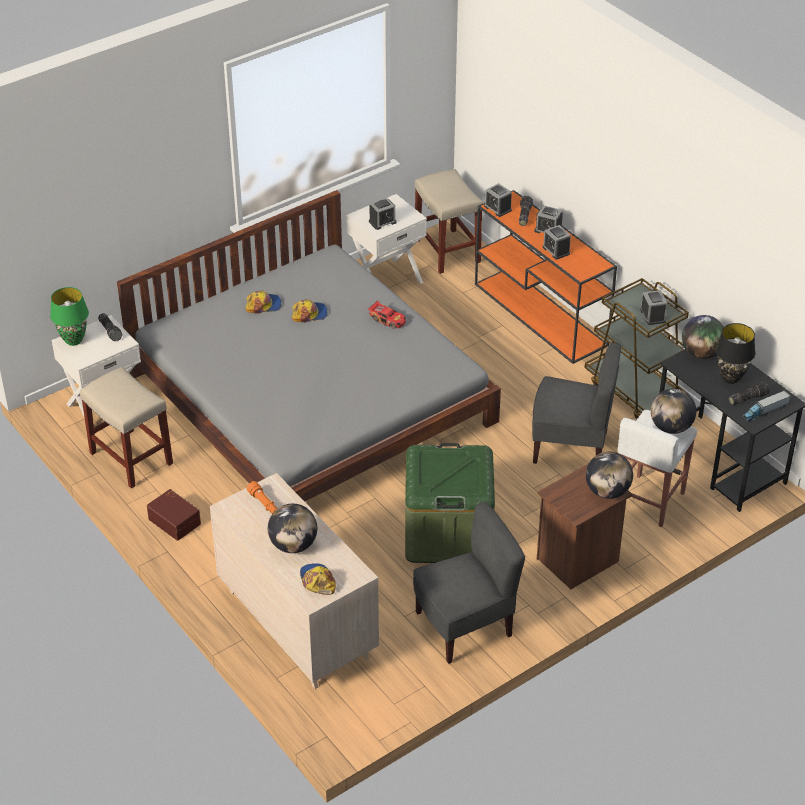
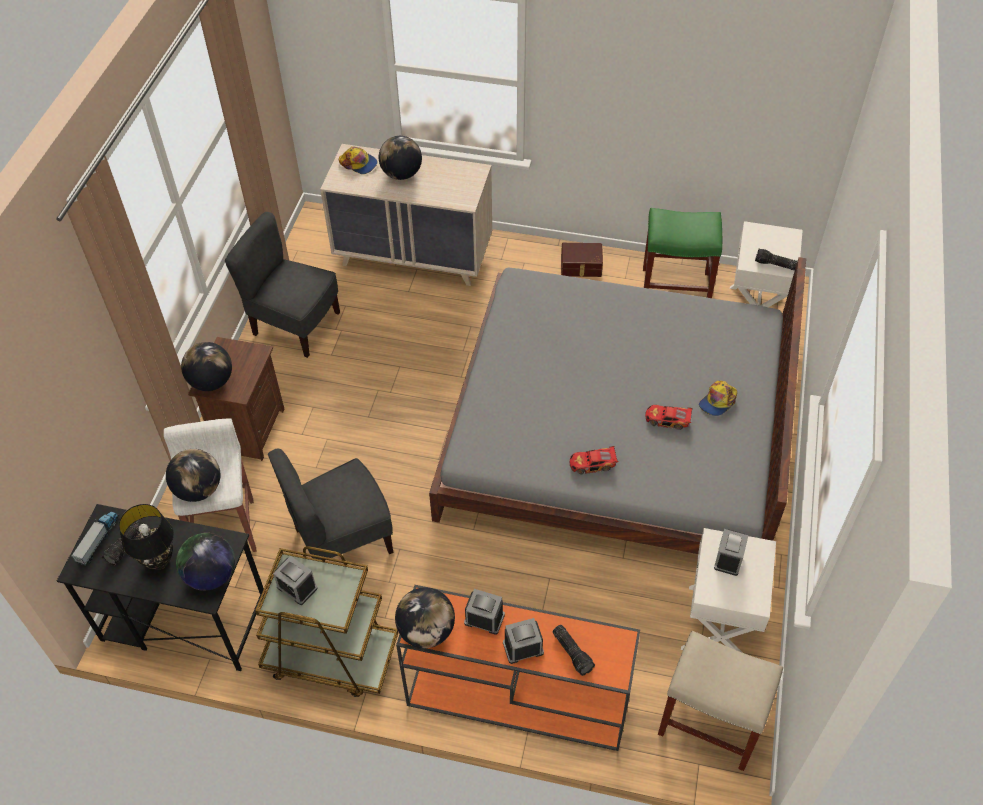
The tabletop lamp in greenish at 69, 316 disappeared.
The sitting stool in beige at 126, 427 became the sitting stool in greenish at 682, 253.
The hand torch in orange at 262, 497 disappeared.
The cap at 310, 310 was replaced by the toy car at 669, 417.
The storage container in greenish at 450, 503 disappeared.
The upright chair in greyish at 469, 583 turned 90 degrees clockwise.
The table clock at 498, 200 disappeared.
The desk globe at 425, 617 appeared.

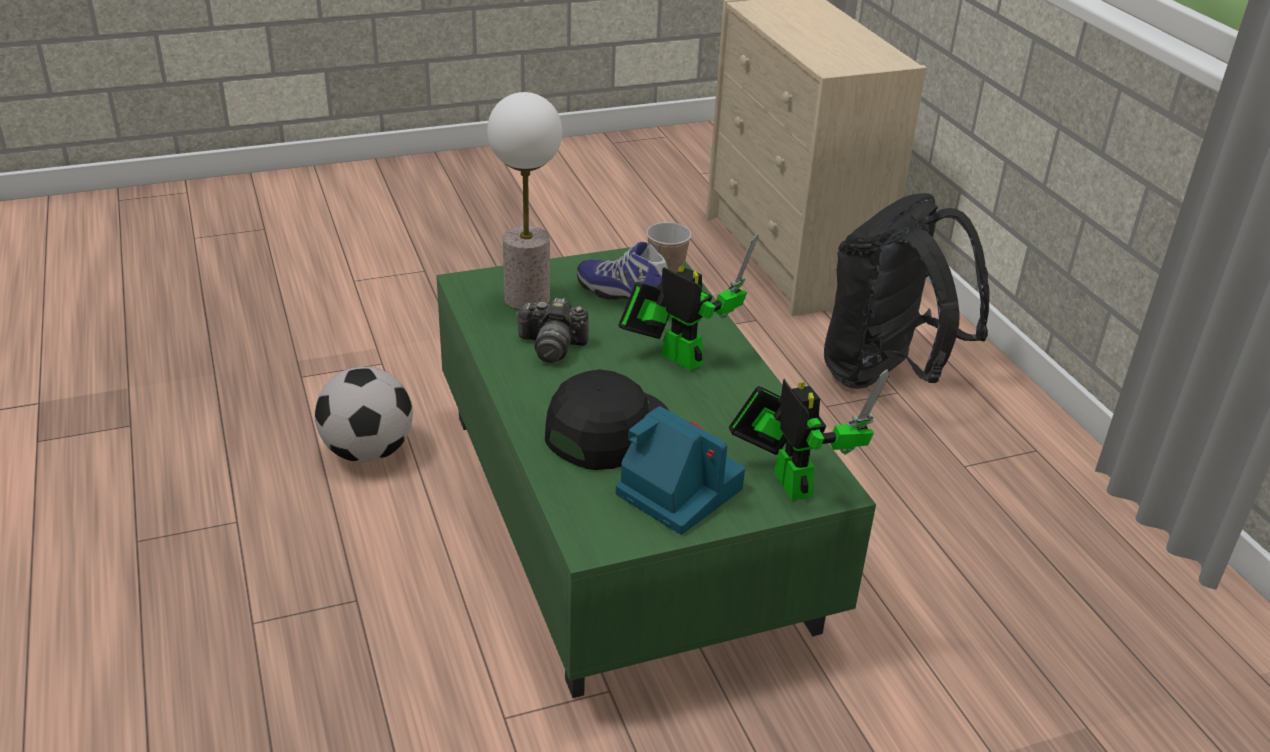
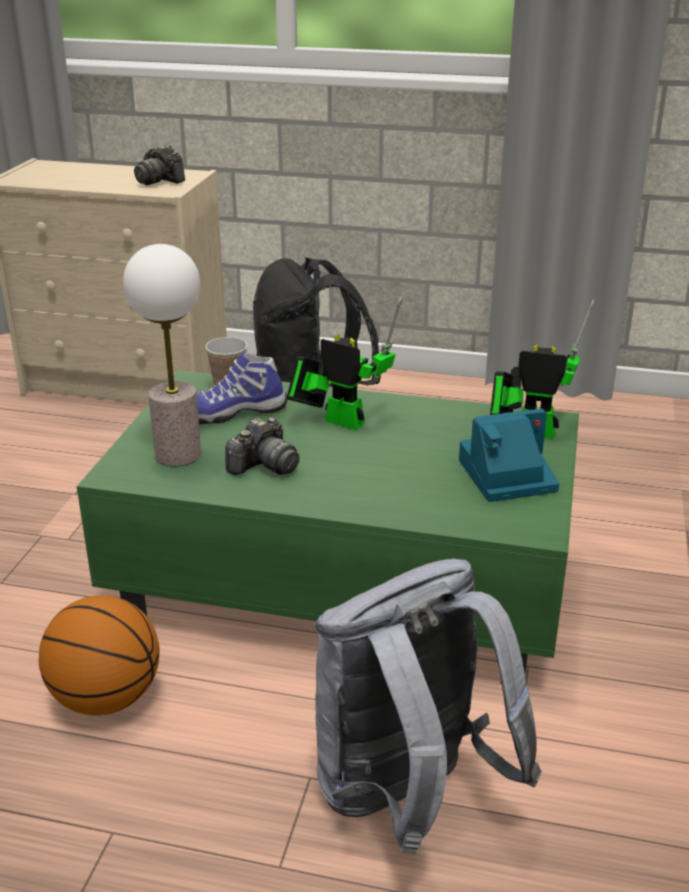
The football ball at 364, 414 was replaced by the basketball at 99, 655.
The cap in black-coloured at 607, 419 disappeared.
The toy robot at 688, 302 turned 45 degrees clockwise.
The photo camera at 159, 165 appeared.
The backpack in greyish at 428, 706 appeared.

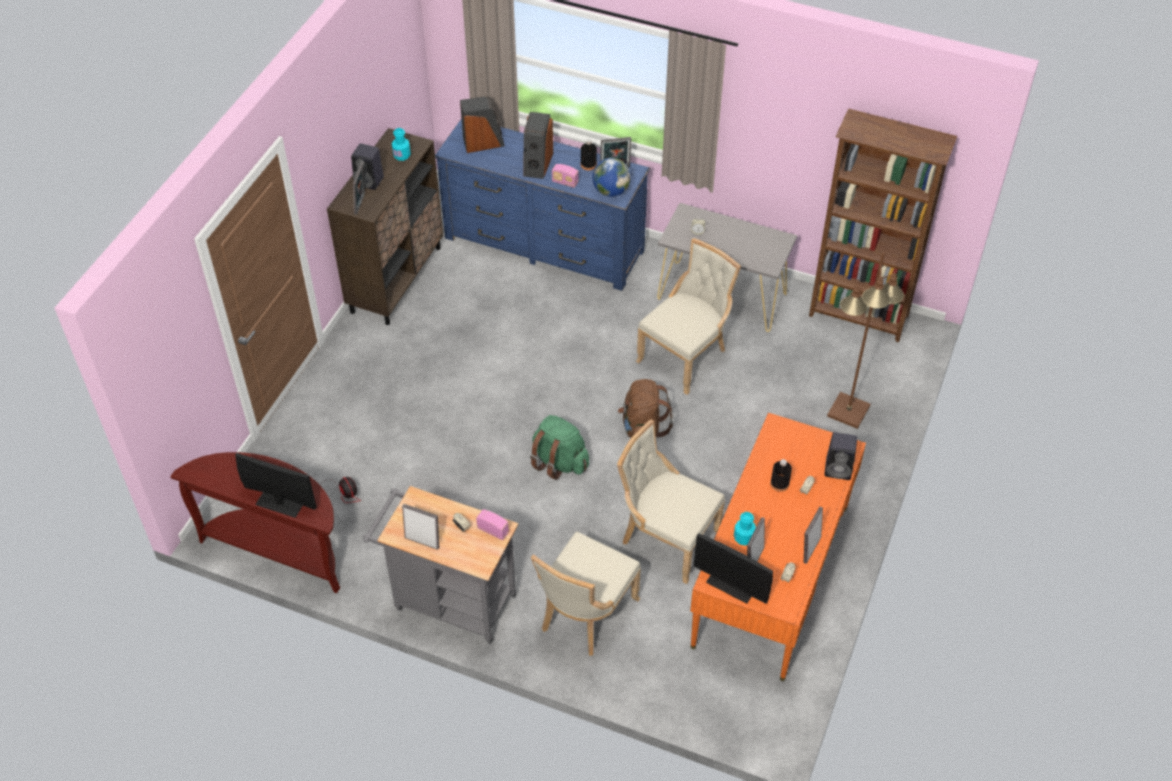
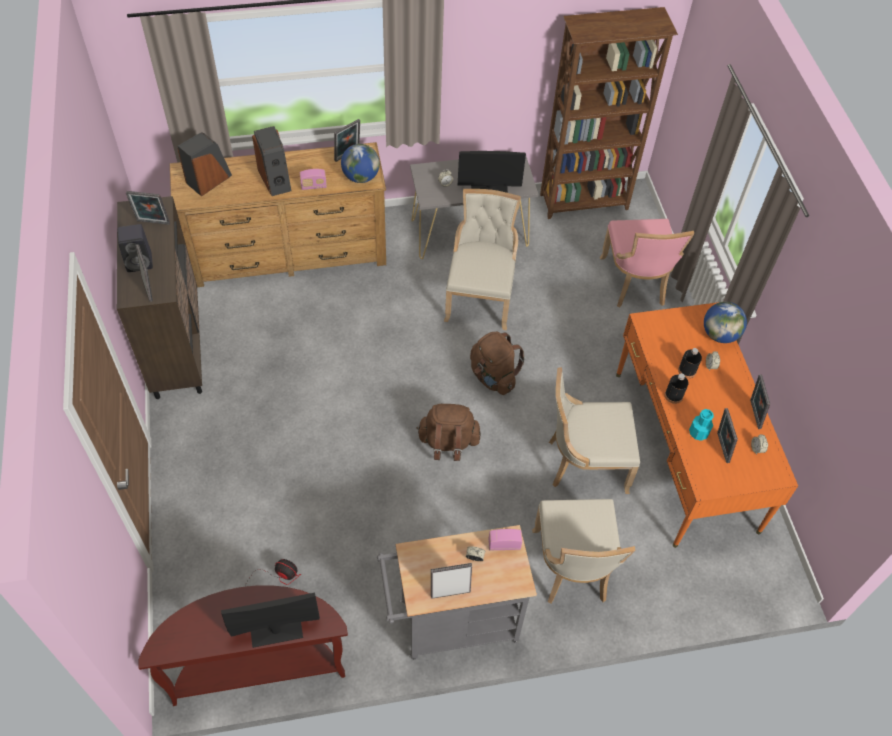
The bottle in turquoise at 401, 144 was replaced by the photo frame at 148, 208.
The drawer chest in blue at 542, 205 became the drawer chest in brownish at 278, 214.
The backpack in greenish at 559, 447 became the backpack in brownish at 449, 432.
The bottle in black-coloured moved from 589, 154 to 677, 388.
The computer display moved from 733, 568 to 492, 172.
The loudspeaker in black-coloured at 840, 456 was replaced by the desk globe at 725, 322.
The standard lamp in brownish at 865, 340 was replaced by the upright chair in pink-coloured at 647, 263.

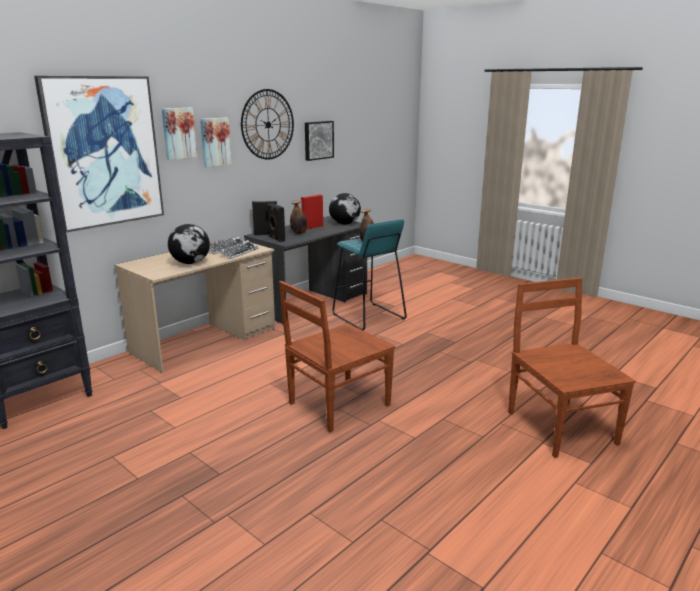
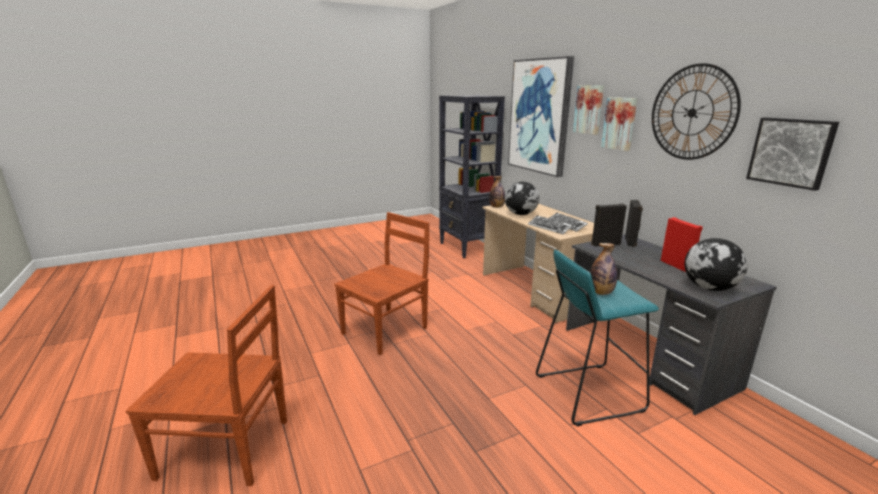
The upright chair in brownish at 337, 356 turned 60 degrees clockwise.
The bottle moved from 298, 217 to 497, 192.

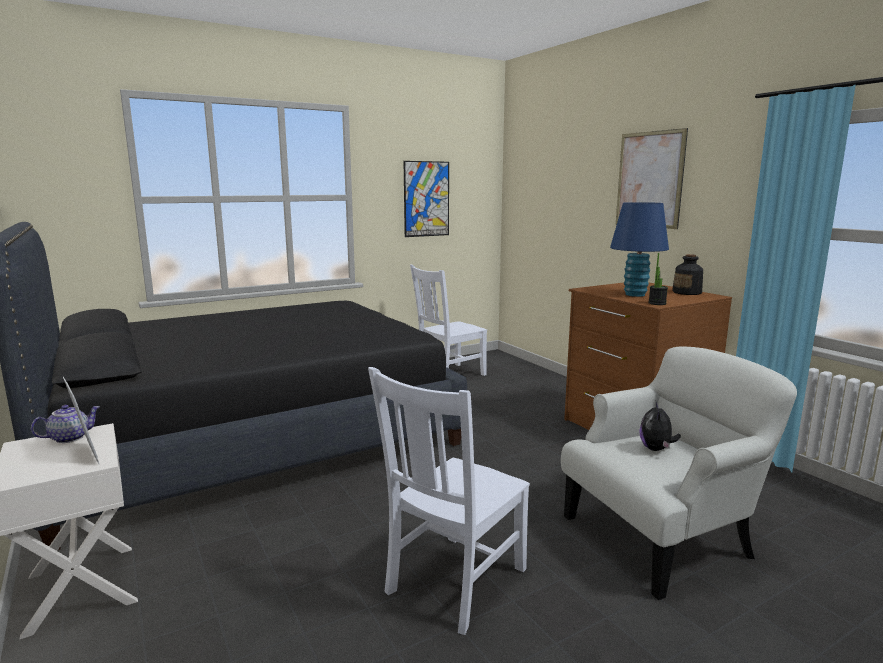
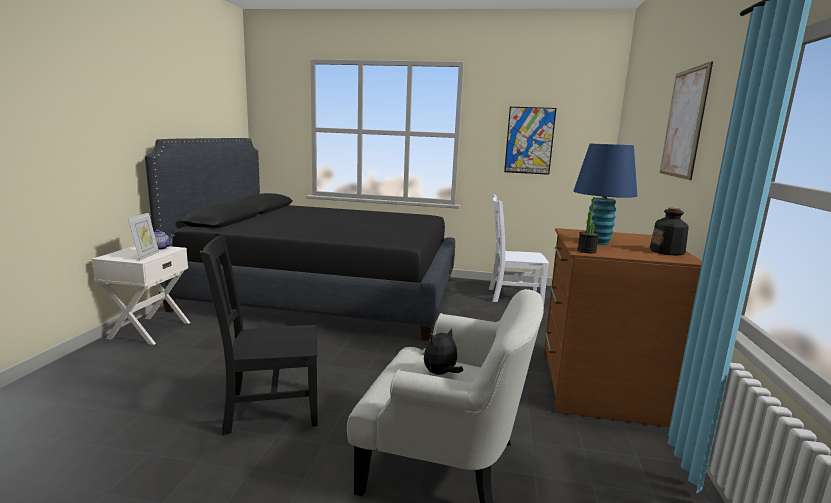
The upright chair in whitish at 449, 501 became the upright chair in black-coloured at 259, 333.

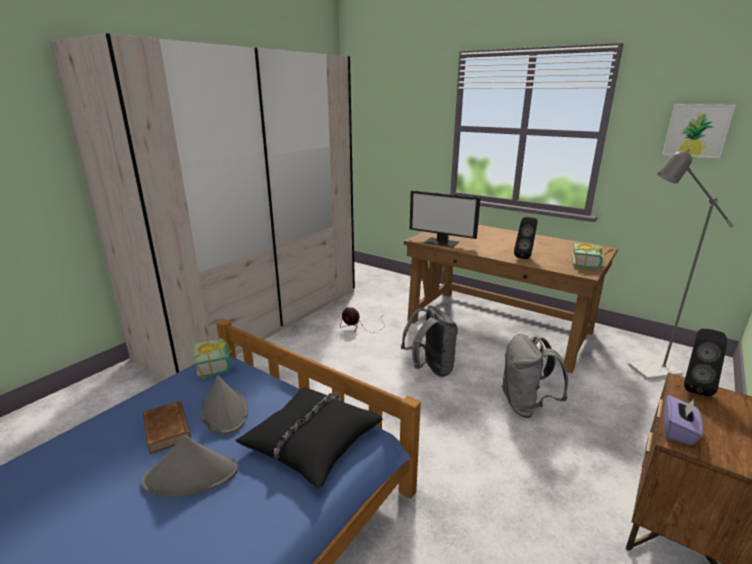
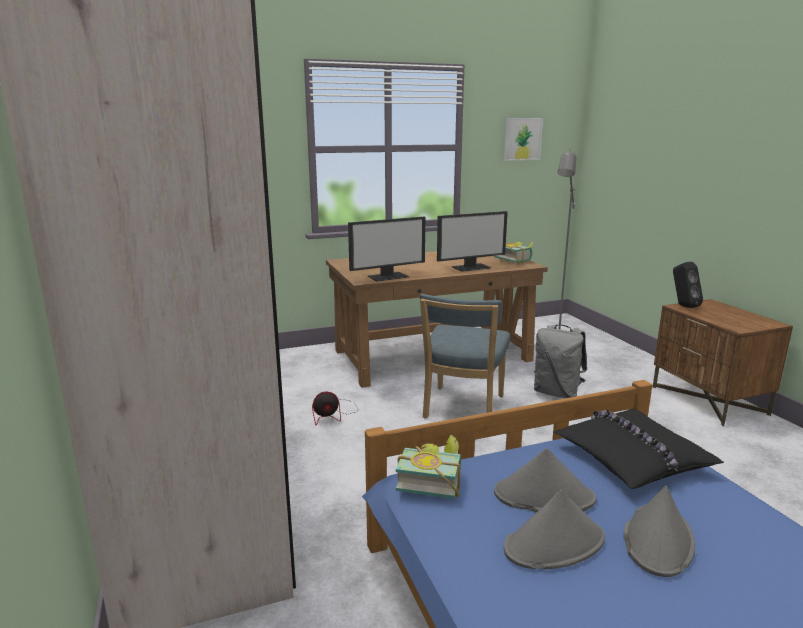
The bound book in brownish at 166, 427 was replaced by the clothing hat in greyish at 554, 529.
The backpack in greyish at 429, 341 was replaced by the upright chair in blue at 465, 356.
The loudspeaker in black-coloured at 526, 238 was replaced by the computer display at 472, 241.
The tissue holder in purple at 683, 420 disappeared.

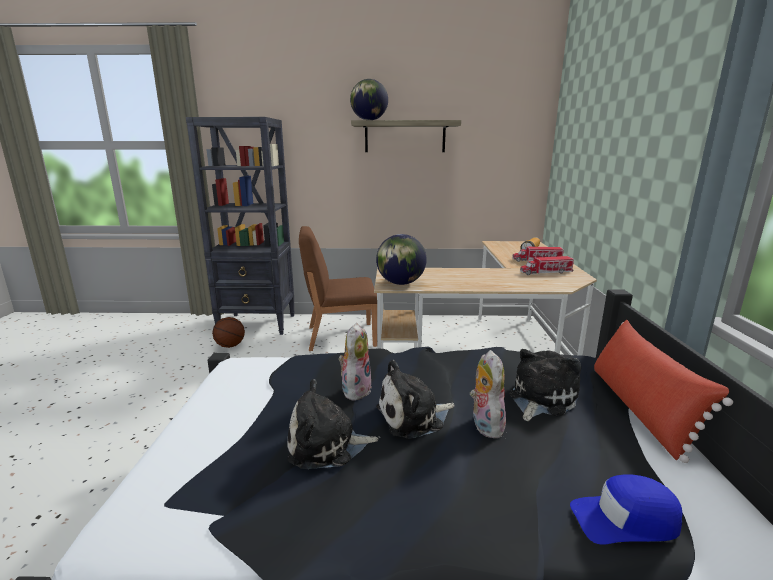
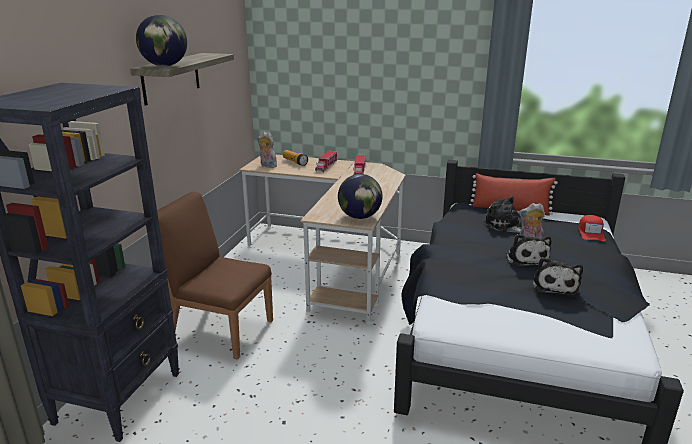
The basketball at 228, 332 disappeared.
The upright chair in brownish at 338, 288 turned 105 degrees clockwise.
The plush toy moved from 355, 362 to 268, 150.
The cap in blue at 626, 509 became the cap in red at 592, 228.

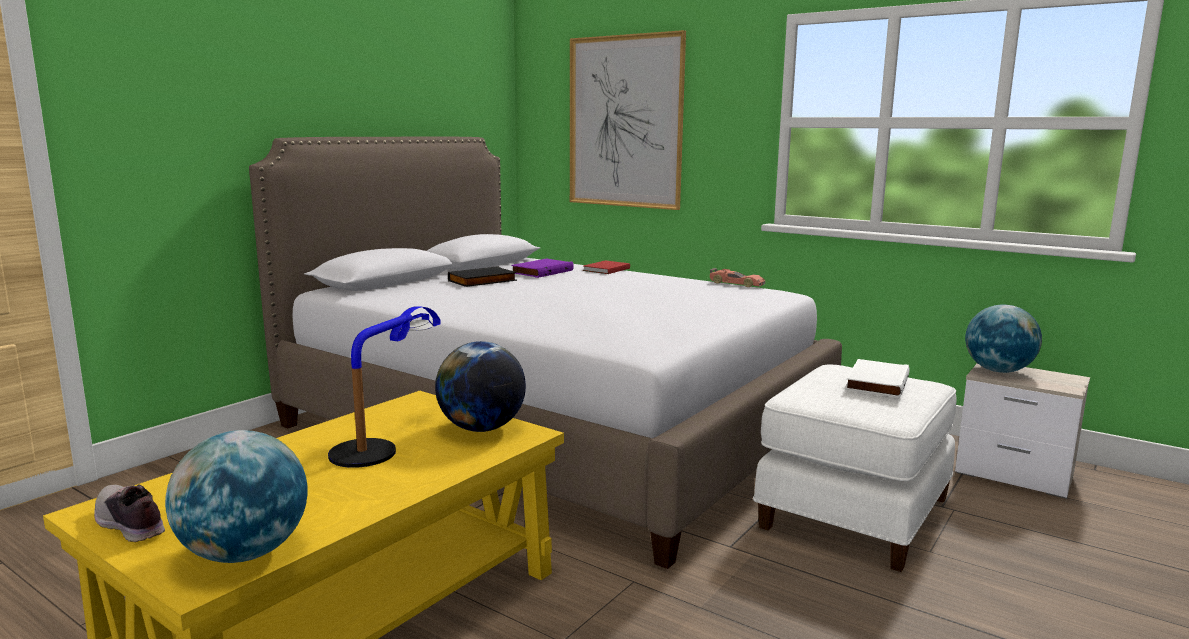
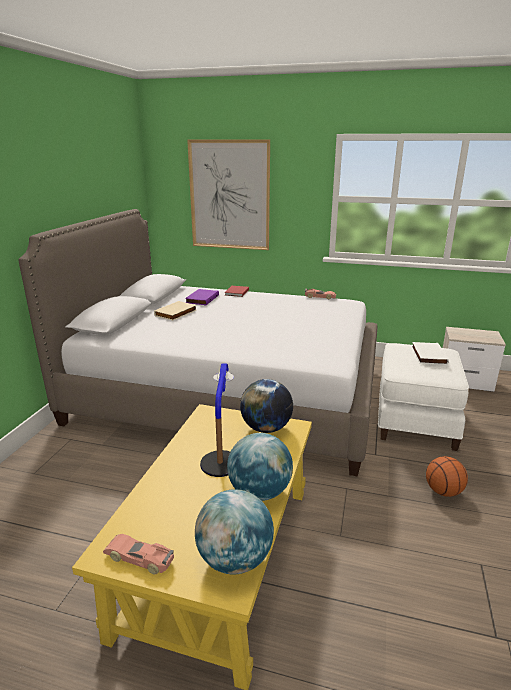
The shoe at 129, 513 was replaced by the toy car at 138, 554.
The bound book in black-coloured at 482, 276 became the bound book in beige at 175, 310.
The desk globe moved from 1003, 339 to 260, 467.
The basketball at 447, 476 appeared.

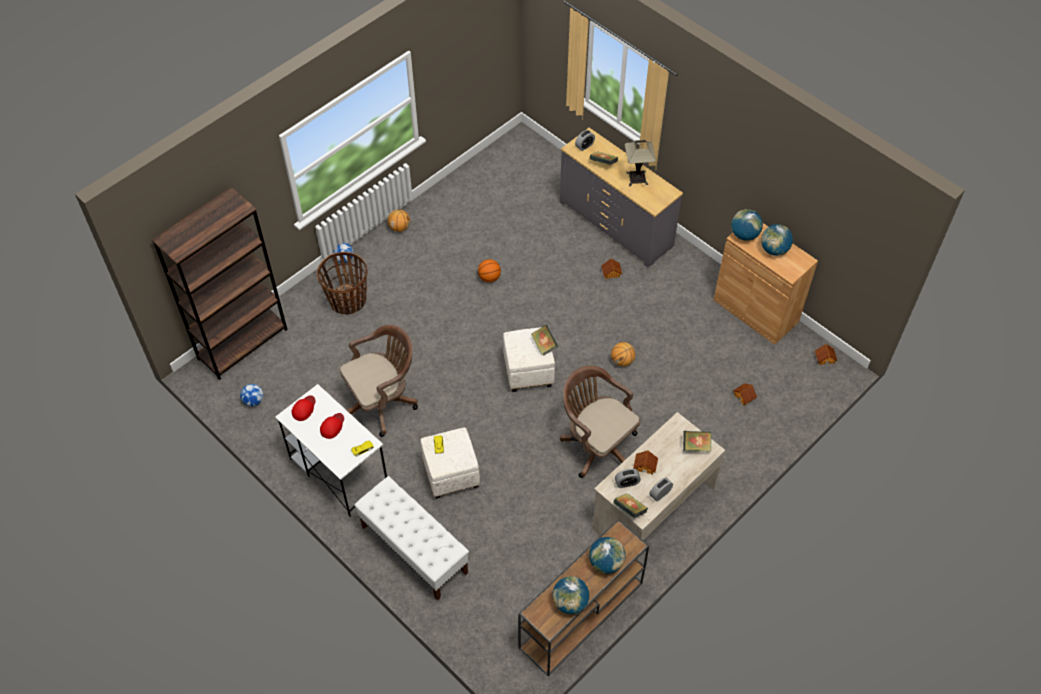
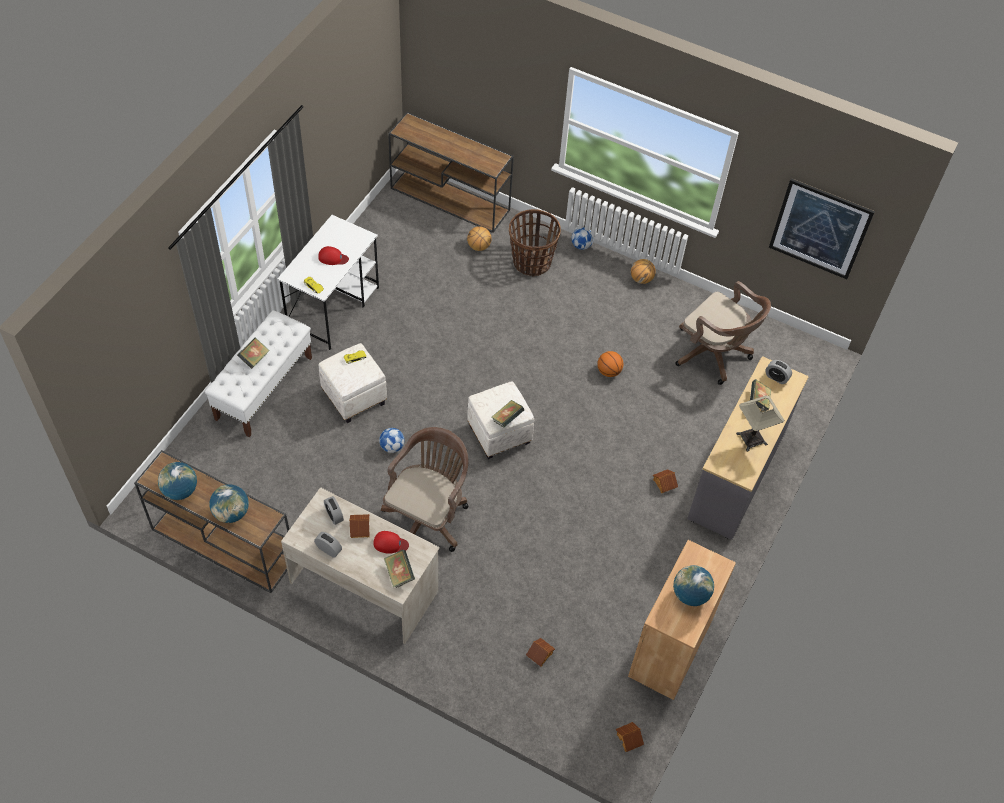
The bookcase in brownish at 220, 283 was replaced by the hall table in brownish at 451, 172.
The football ball moved from 251, 395 to 391, 440.
The cap in red moved from 304, 408 to 391, 542.
The computer chair in brownish moved from 379, 381 to 723, 333.
The basketball moved from 623, 354 to 479, 238.
The bound book moved from 630, 505 to 253, 353.
The desk globe at 747, 225 disappeared.
The wall picture at 822, 228 appeared.

